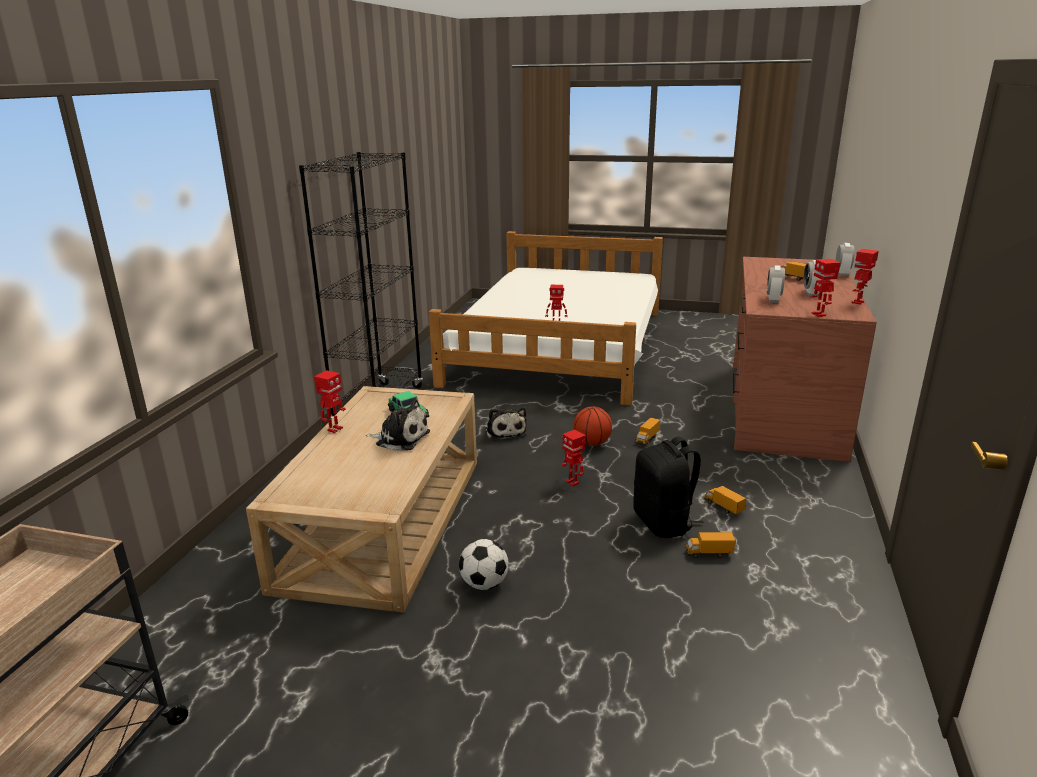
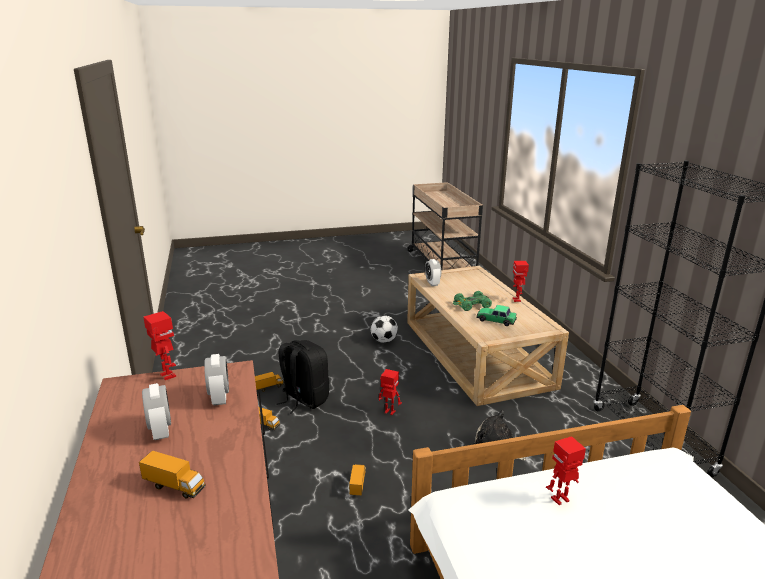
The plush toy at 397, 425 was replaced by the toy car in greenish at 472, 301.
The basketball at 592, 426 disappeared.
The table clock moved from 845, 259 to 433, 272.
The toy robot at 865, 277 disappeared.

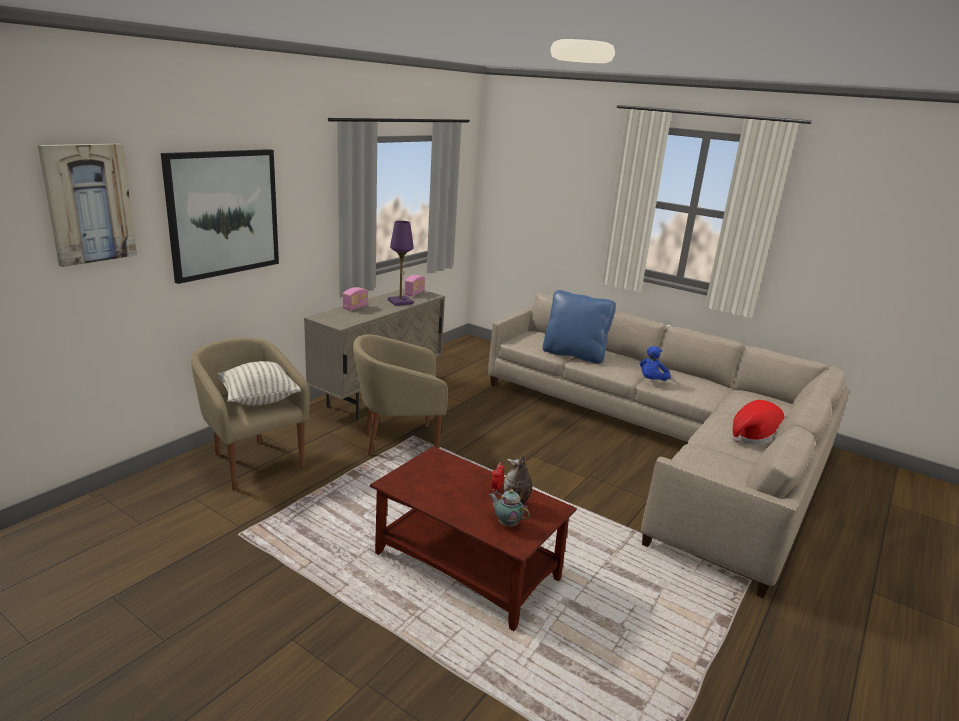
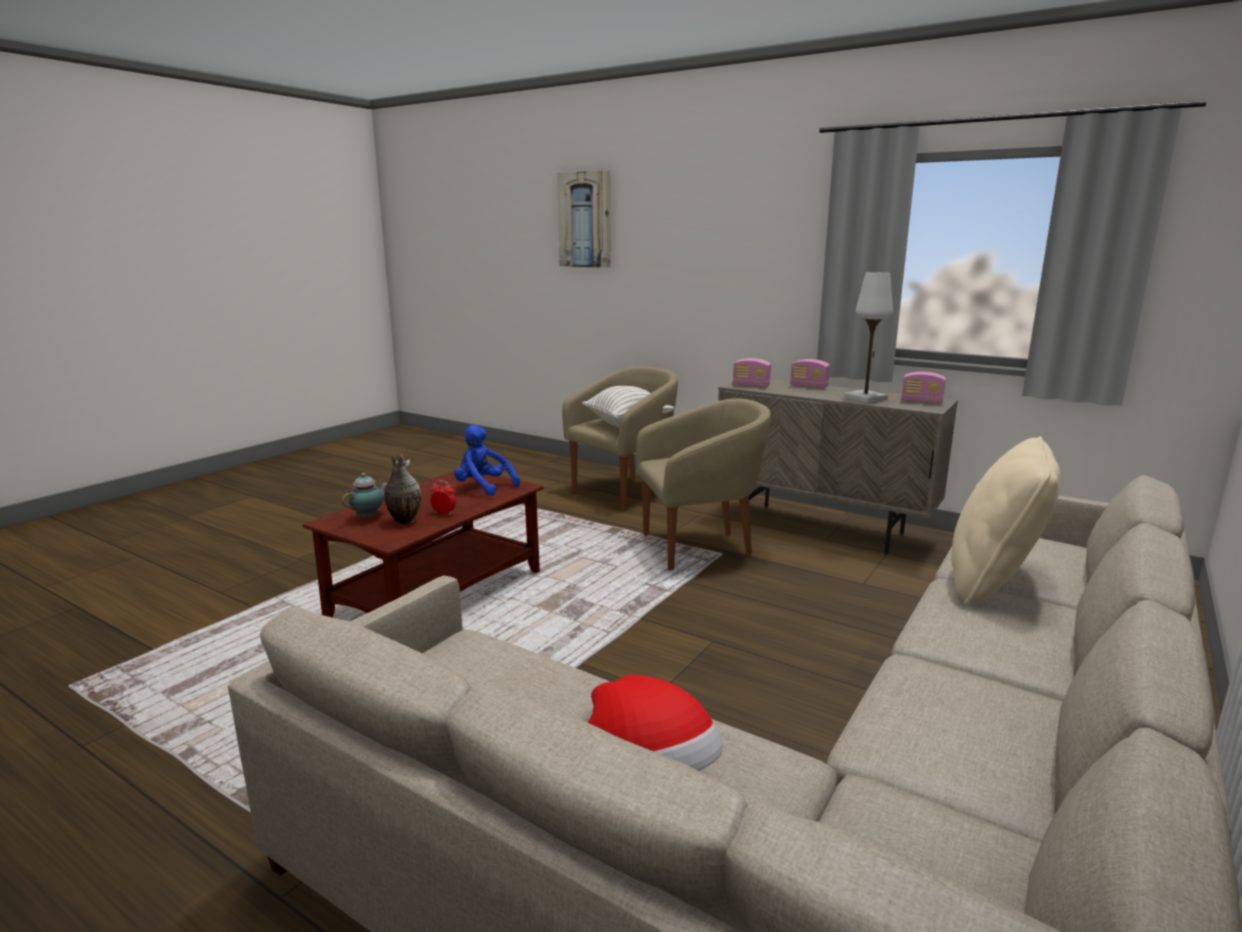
The wall picture at 220, 216 disappeared.
The easy chair in beige at 400, 395 turned 90 degrees clockwise.
The tabletop lamp in purple at 401, 263 became the tabletop lamp in whitish at 868, 337.
The pillow in blue at 579, 327 became the pillow in beige at 1005, 520.
The plush toy in blue moved from 655, 363 to 487, 460.
The radio receiver at 752, 372 appeared.

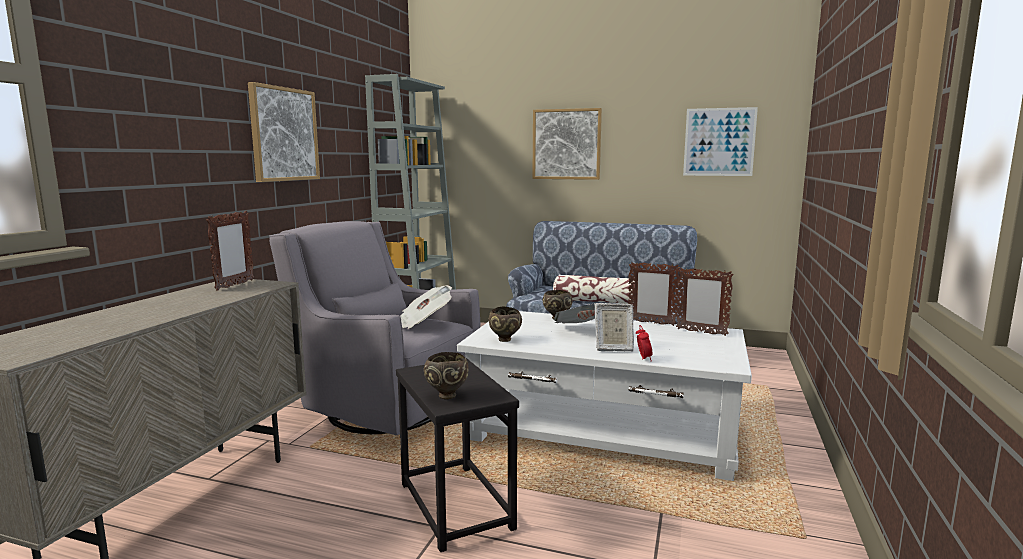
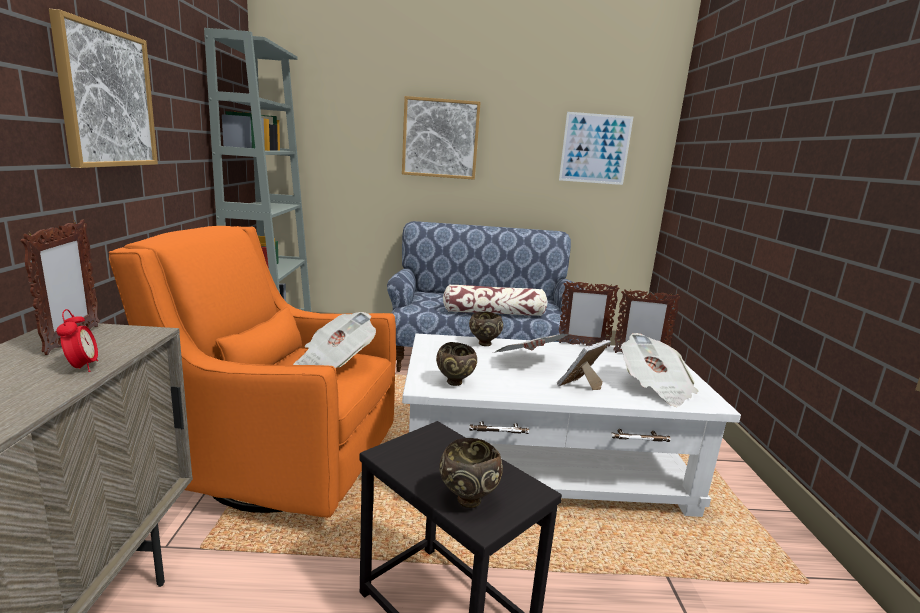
The easy chair in greyish at 375, 328 became the easy chair in orange at 252, 372.
The photo frame at 614, 327 turned 150 degrees clockwise.
The table clock moved from 644, 342 to 77, 340.
The printed paper at 660, 370 appeared.

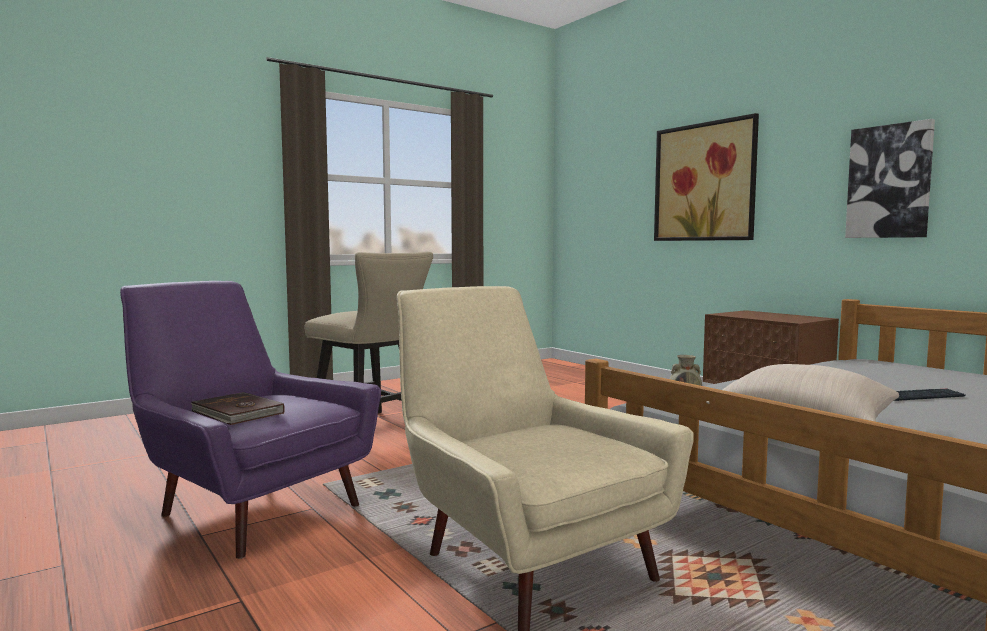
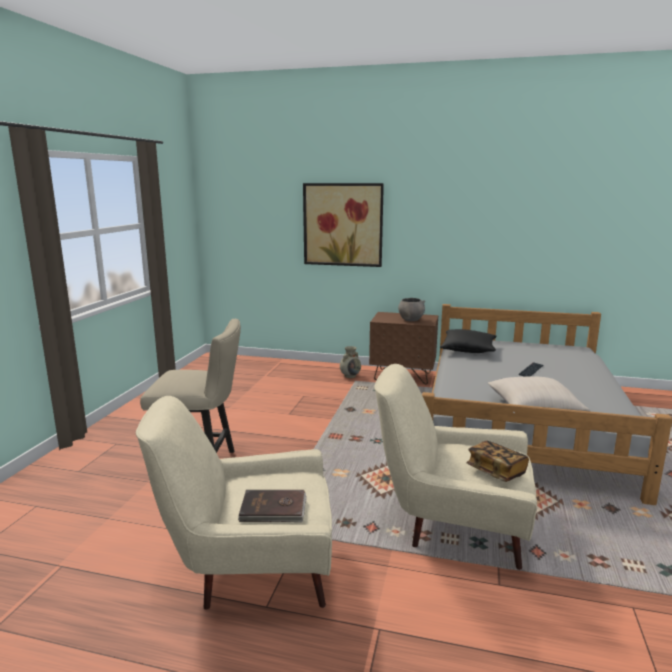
The easy chair in purple at 250, 420 became the easy chair in beige at 234, 503.
The wall picture at 890, 178 disappeared.
The serving bowl in greyish at 411, 309 appeared.
The pillow in black-coloured at 468, 341 appeared.
The bound book at 497, 461 appeared.

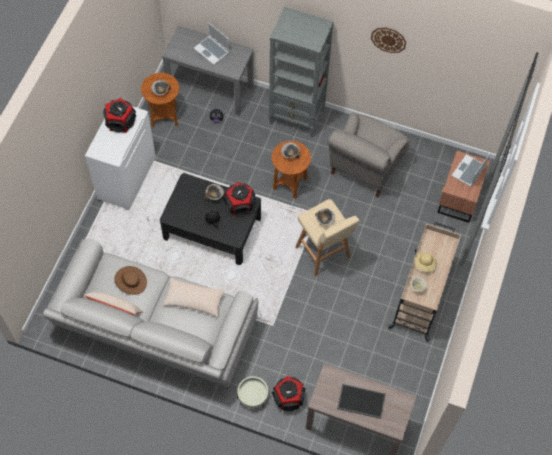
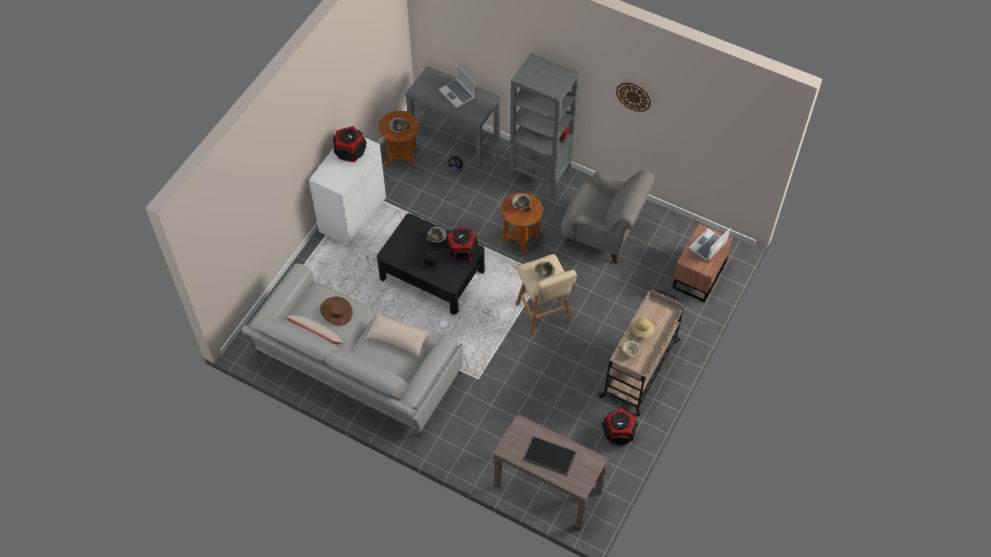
The flower pot in beige at 253, 392 disappeared.
The loudspeaker moved from 289, 393 to 620, 426.
The easy chair in greyish at 368, 155 turned 105 degrees counterclockwise.

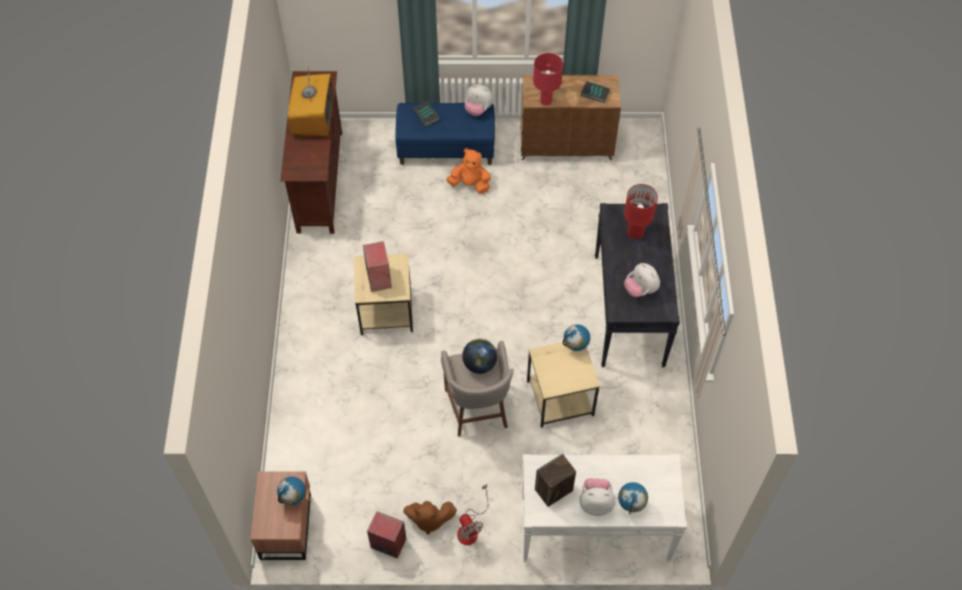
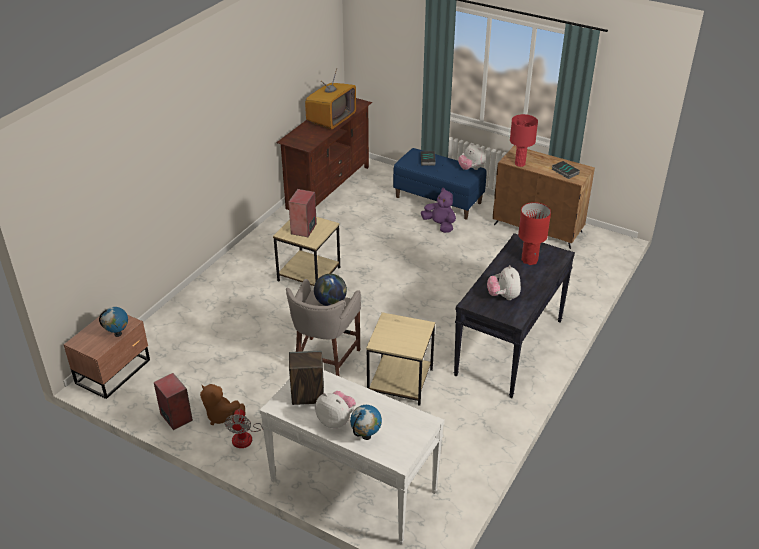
The plush toy in orange at 468, 171 became the plush toy in purple at 438, 210.
The desk globe at 576, 337 disappeared.

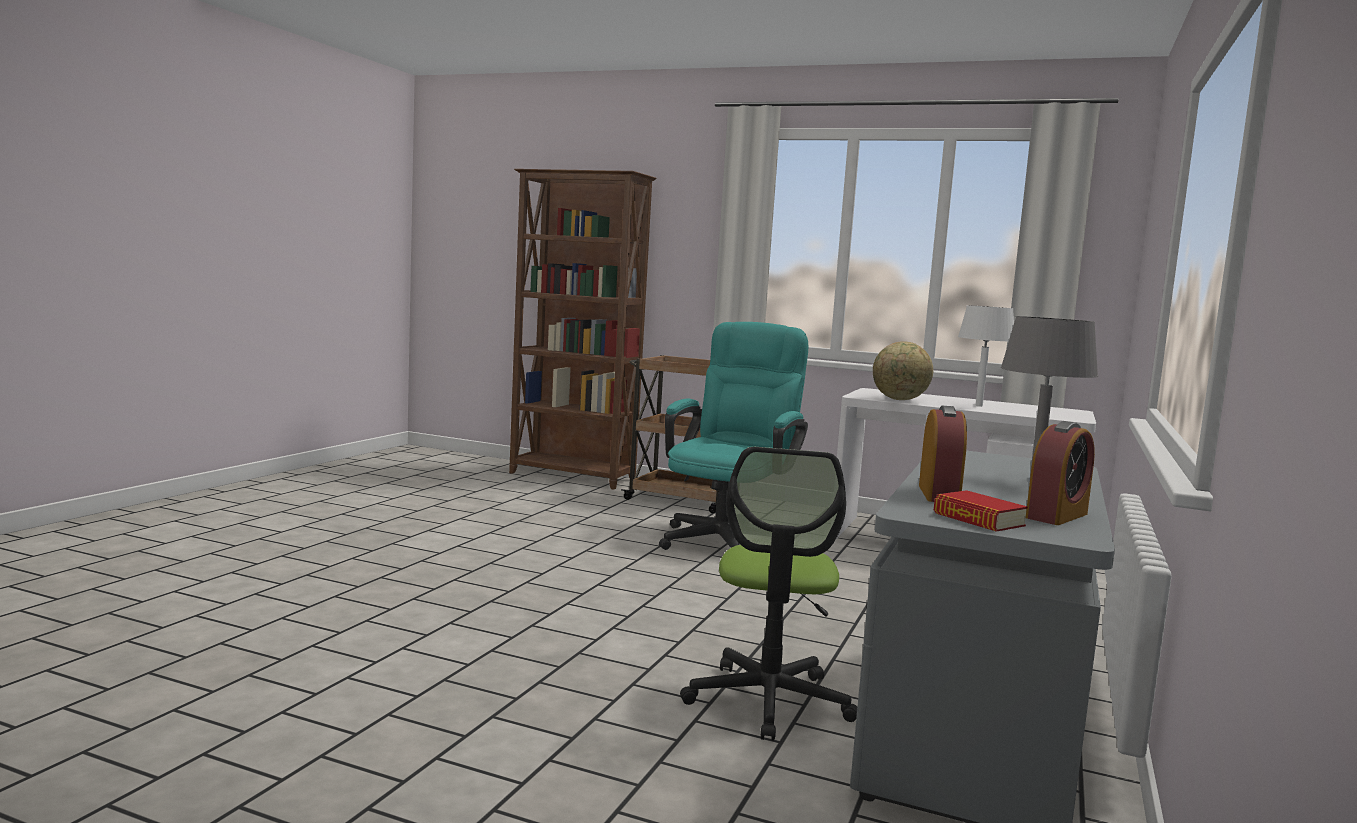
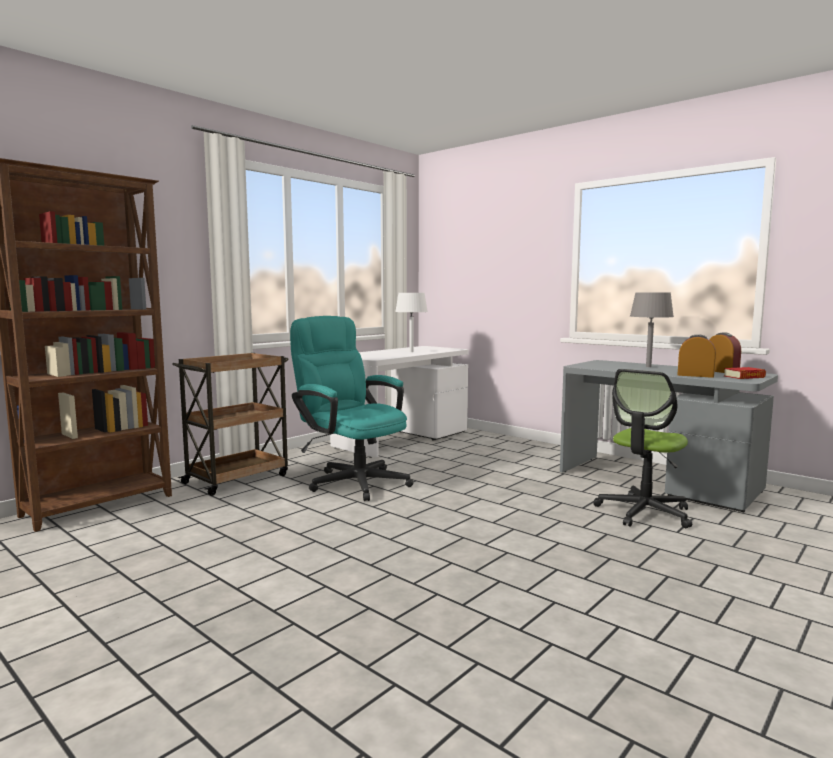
The computer chair at 768, 594 turned 105 degrees clockwise.
The desk globe at 903, 370 disappeared.

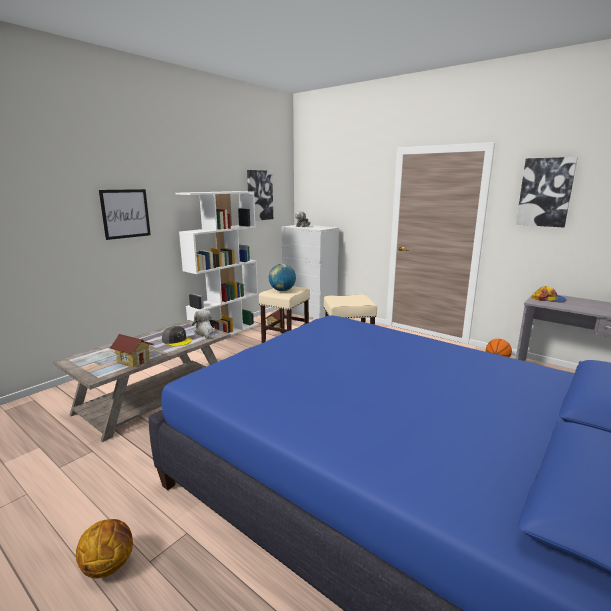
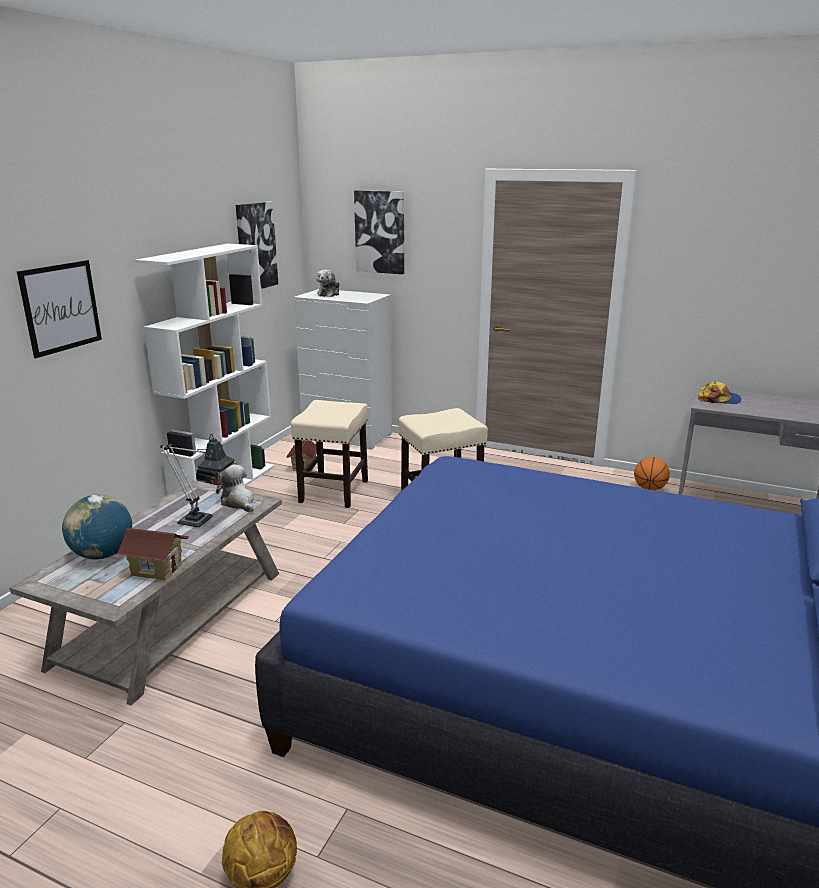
The cap in greyish at 177, 336 was replaced by the tabletop lamp at 197, 480.
The desk globe moved from 282, 277 to 97, 527.
The wall picture moved from 547, 192 to 379, 232.

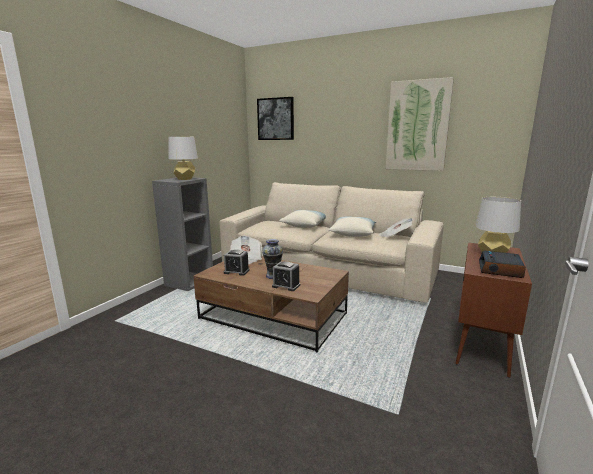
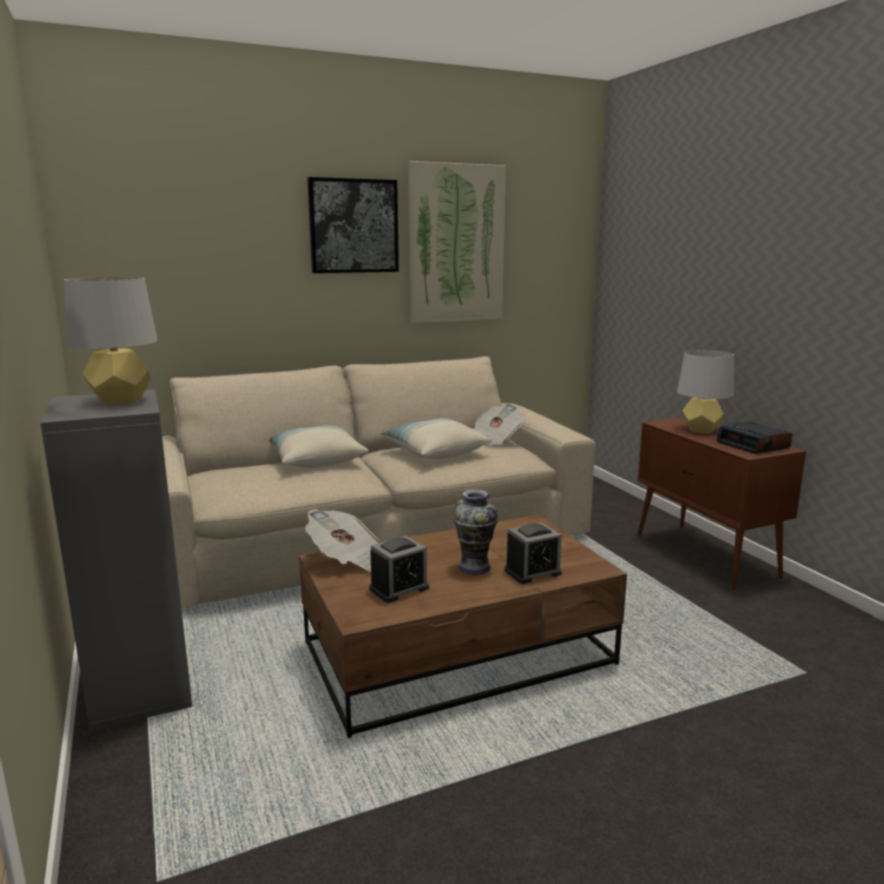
The wall picture moved from 275, 118 to 353, 225.

